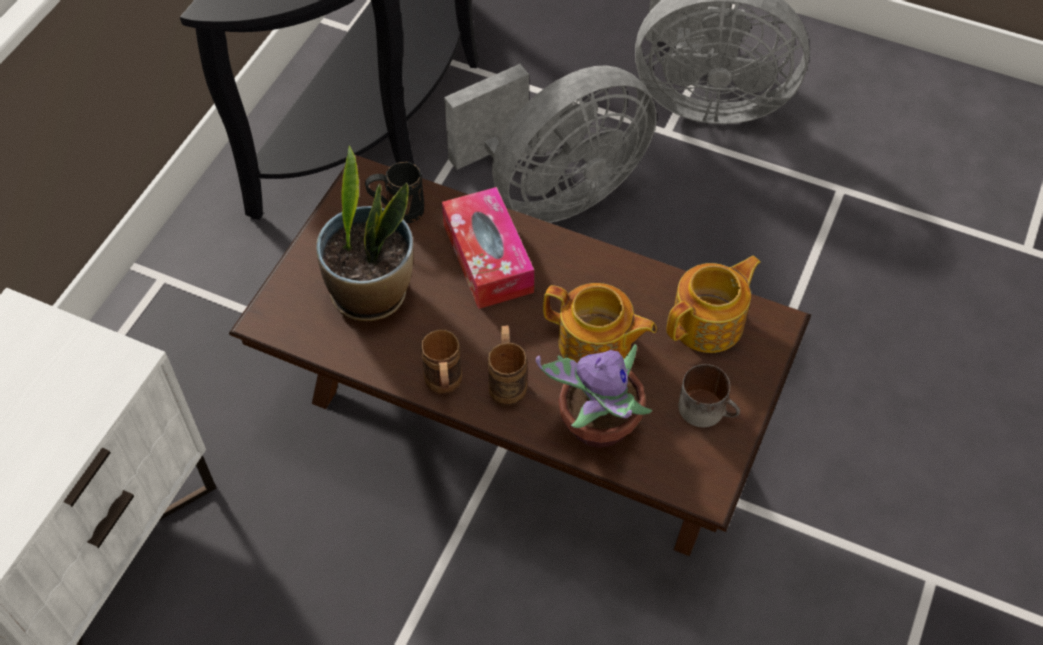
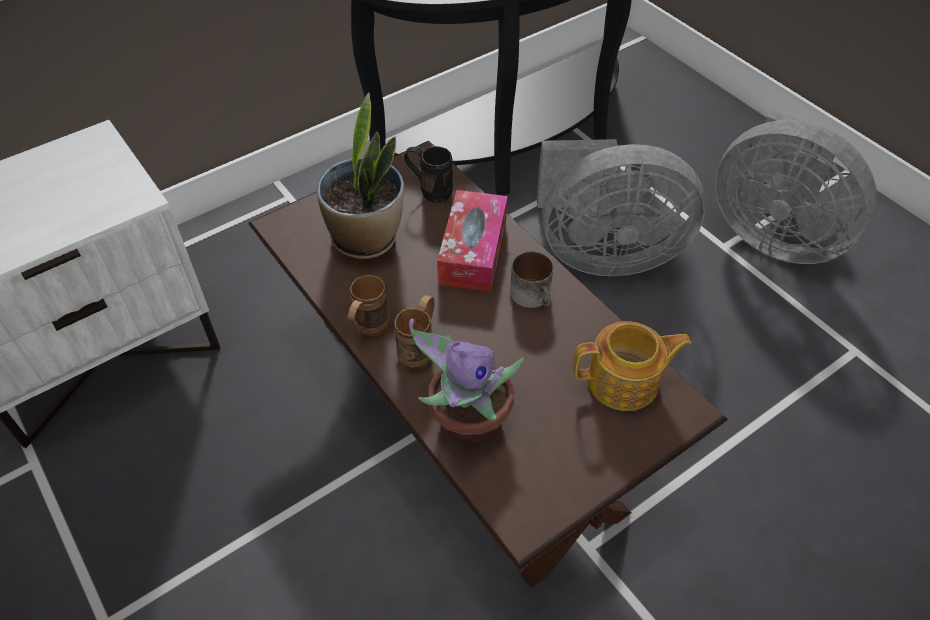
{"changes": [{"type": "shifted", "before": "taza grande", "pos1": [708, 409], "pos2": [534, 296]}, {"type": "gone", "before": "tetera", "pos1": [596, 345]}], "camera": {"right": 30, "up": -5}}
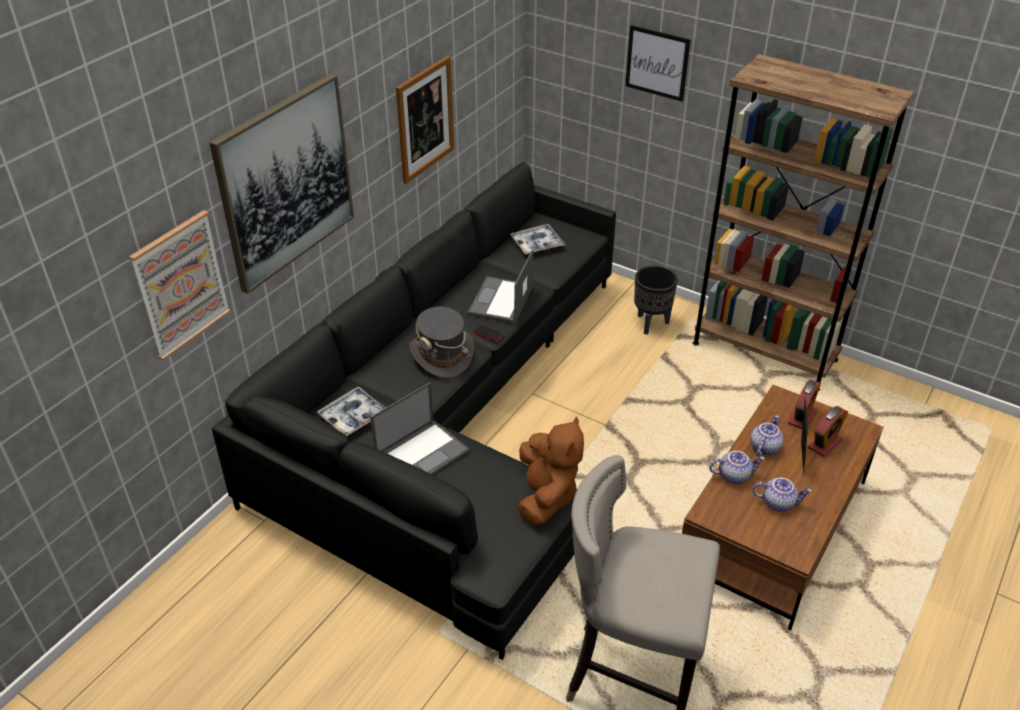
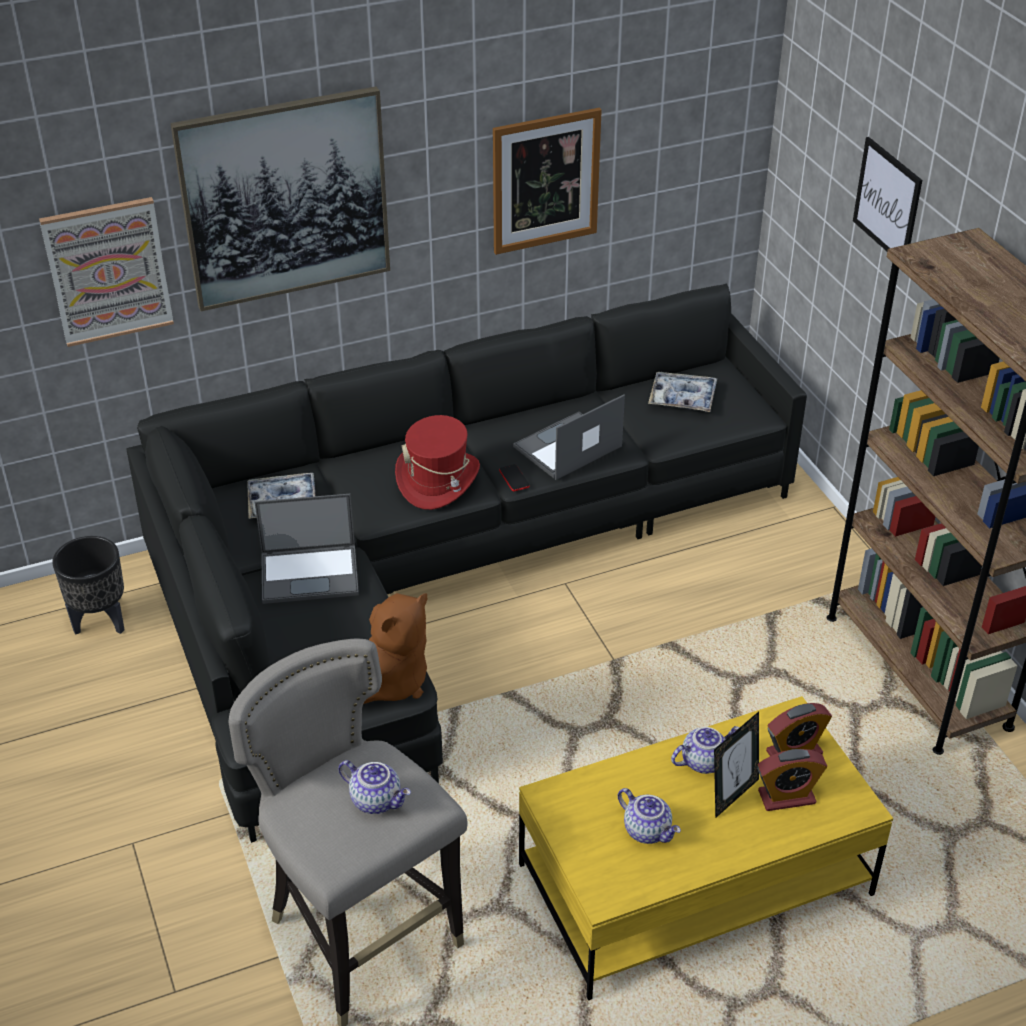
{"changes": [{"type": "shifted", "before": "maceta/negro", "pos1": [651, 324], "pos2": [101, 623]}, {"type": "shifted", "before": "tetera", "pos1": [734, 475], "pos2": [377, 800]}, {"type": "repainted", "before": "sombrero/gris", "after": "sombrero/rojo", "pos1": [442, 355], "pos2": [438, 480]}, {"type": "repainted", "before": "mesa de centro/marrón", "after": "mesa de centro/amarillo", "pos1": [773, 527], "pos2": [695, 880]}], "camera": {"right": 35, "up": 0}}
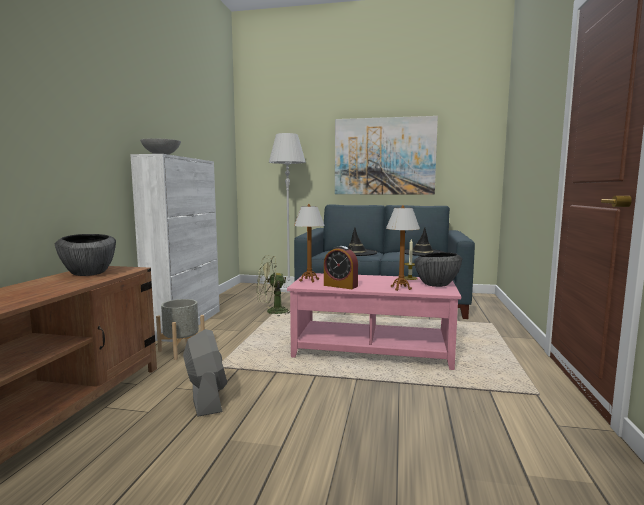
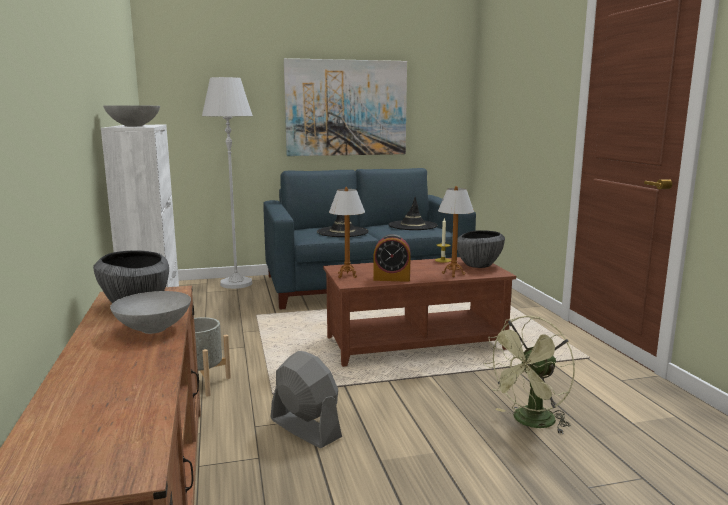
{"changes": [{"type": "new", "after": "cuenco/gris", "pos2": [152, 329]}, {"type": "repainted", "before": "mesa de centro/rosa", "after": "mesa de centro/marrón", "pos1": [372, 350], "pos2": [415, 343]}, {"type": "shifted", "before": "ventilador/verde", "pos1": [272, 312], "pos2": [529, 422]}], "camera": {"right": -25, "up": 5}}
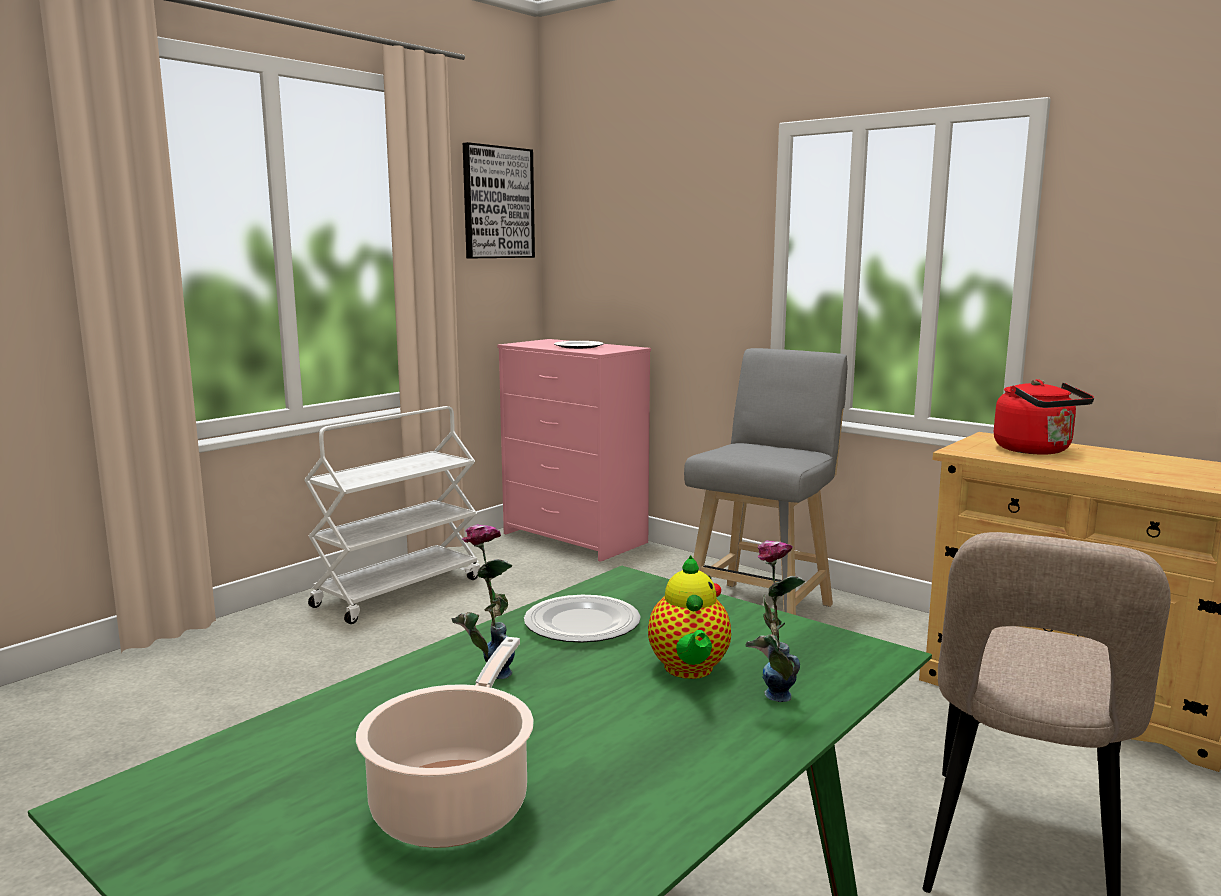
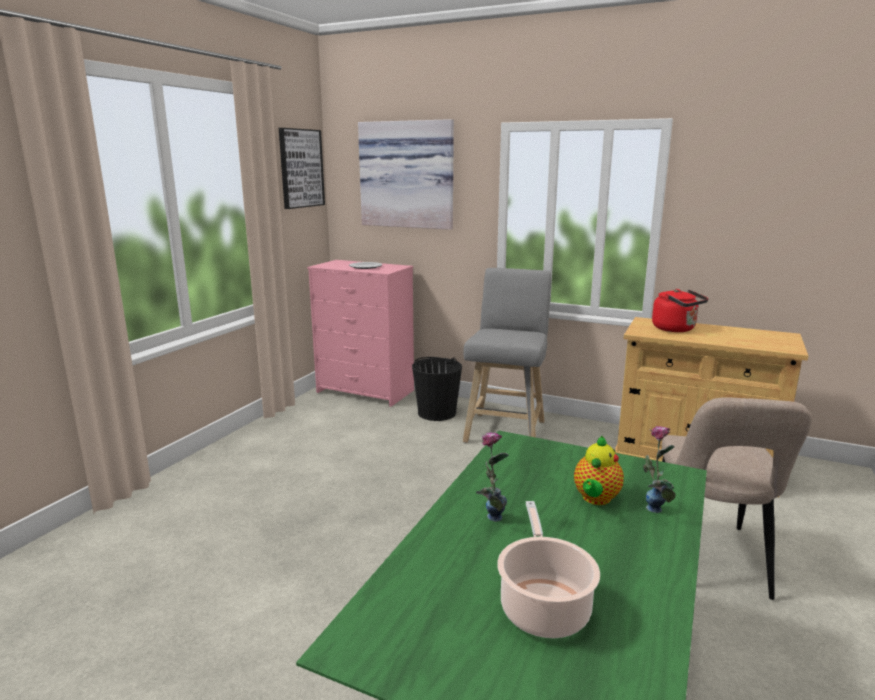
{"changes": [{"type": "new", "after": "cuadro", "pos2": [408, 175]}, {"type": "new", "after": "cubo/negro", "pos2": [436, 413]}, {"type": "rotated", "before": "tetera", "pos1": [689, 670], "pos2": [595, 499], "turn": 45}, {"type": "gone", "before": "carrito/blanco", "pos1": [398, 591]}, {"type": "gone", "before": "plato", "pos1": [581, 623]}], "camera": {"right": -15, "up": 5}}
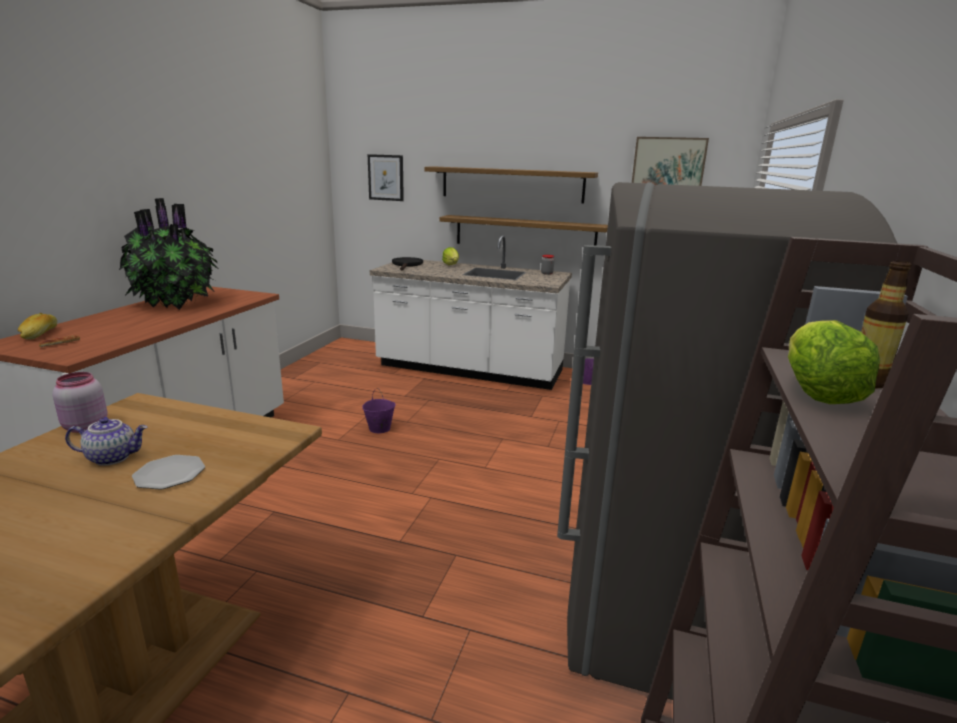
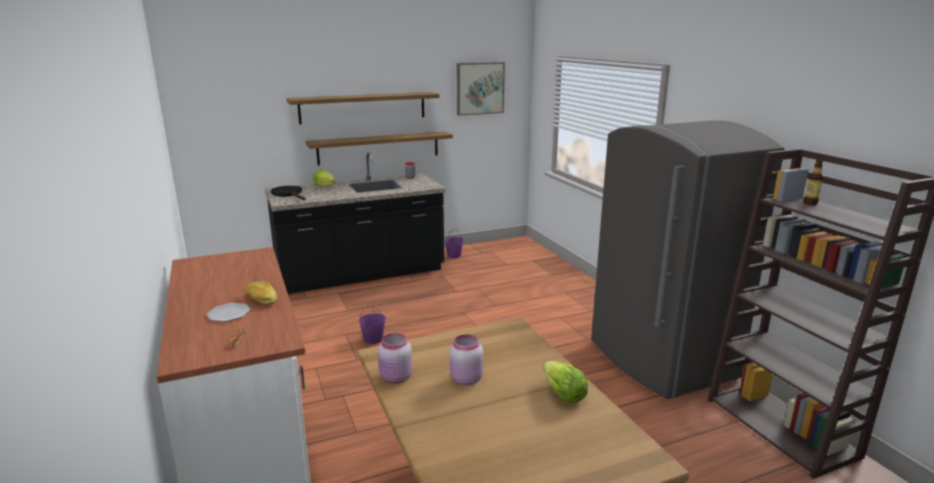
{"changes": [{"type": "shifted", "before": "plato", "pos1": [169, 474], "pos2": [228, 314]}, {"type": "shifted", "before": "pan", "pos1": [40, 334], "pos2": [261, 300]}, {"type": "repainted", "before": "mueble bajo de cocina/blanco", "after": "mueble bajo de cocina/negro", "pos1": [469, 369], "pos2": [361, 274]}, {"type": "swapped", "before": "tetera", "after": "tarro/rosa", "pos1": [113, 457], "pos2": [465, 379]}, {"type": "shifted", "before": "lechuga", "pos1": [816, 393], "pos2": [563, 395]}, {"type": "gone", "before": "planta en maceta", "pos1": [176, 303]}, {"type": "gone", "before": "cuadro", "pos1": [386, 177]}], "camera": {"right": -40, "up": 0}}
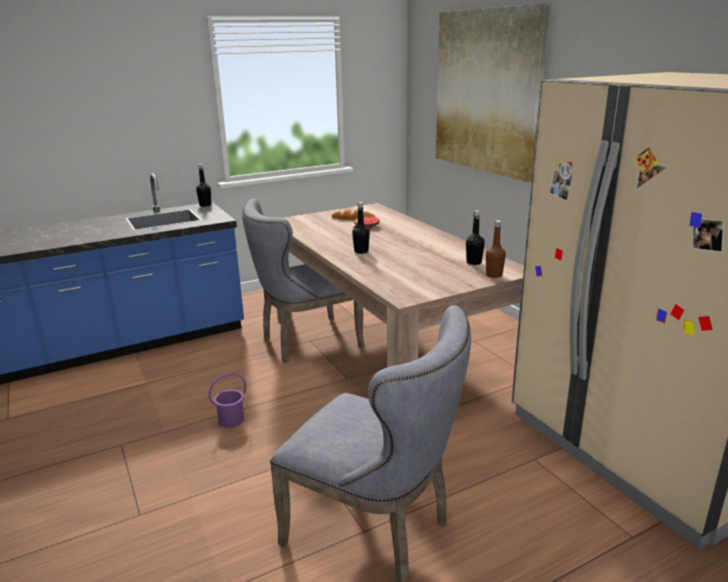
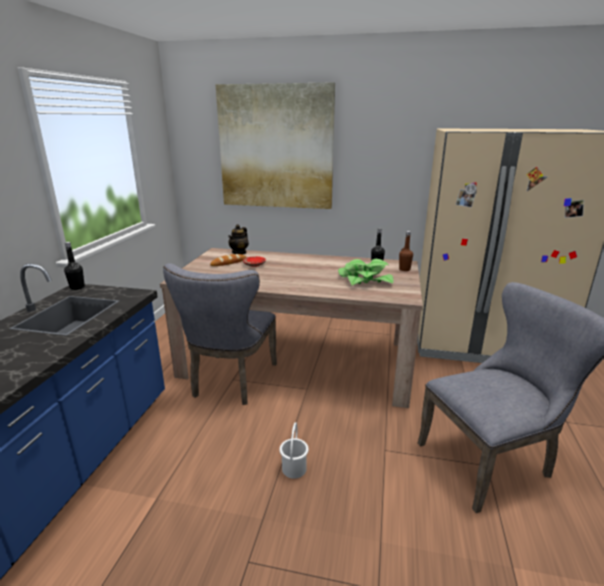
{"changes": [{"type": "new", "after": "tetera", "pos2": [239, 252]}, {"type": "repainted", "before": "cubo/morado", "after": "cubo/blanco", "pos1": [231, 420], "pos2": [293, 469]}, {"type": "new", "after": "planta en maceta", "pos2": [364, 280]}, {"type": "gone", "before": "botella/negro", "pos1": [361, 251]}], "camera": {"right": -50, "up": 0}}
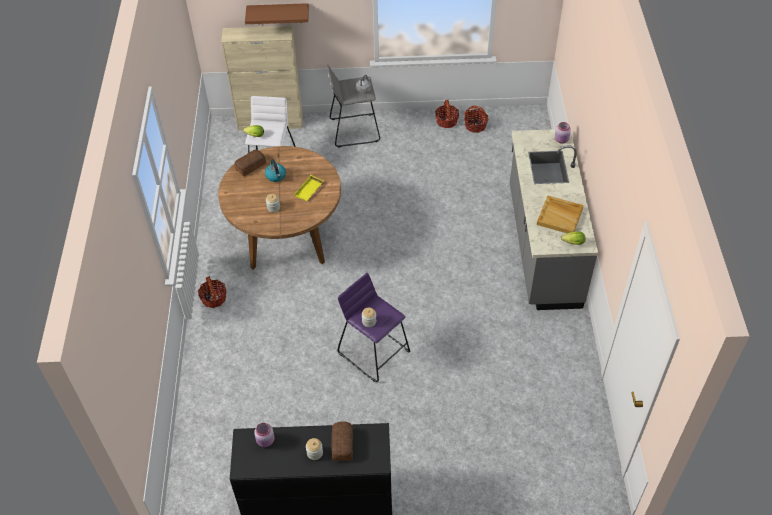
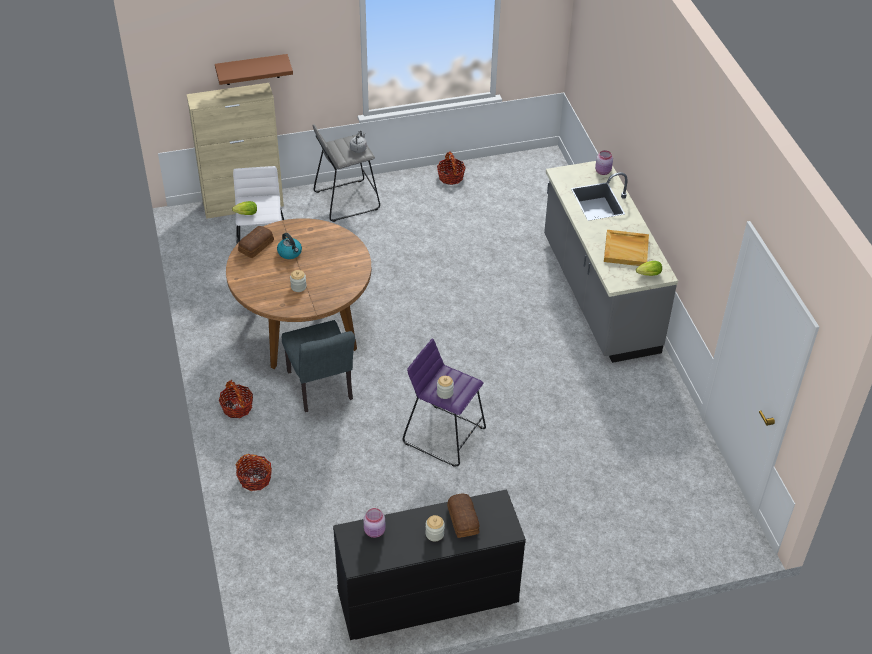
{"changes": [{"type": "shifted", "before": "cesta", "pos1": [475, 125], "pos2": [255, 479]}, {"type": "new", "after": "silla/gris", "pos2": [321, 389]}, {"type": "gone", "before": "bandeja/amarillo", "pos1": [309, 191]}], "camera": {"right": -15, "up": -5}}
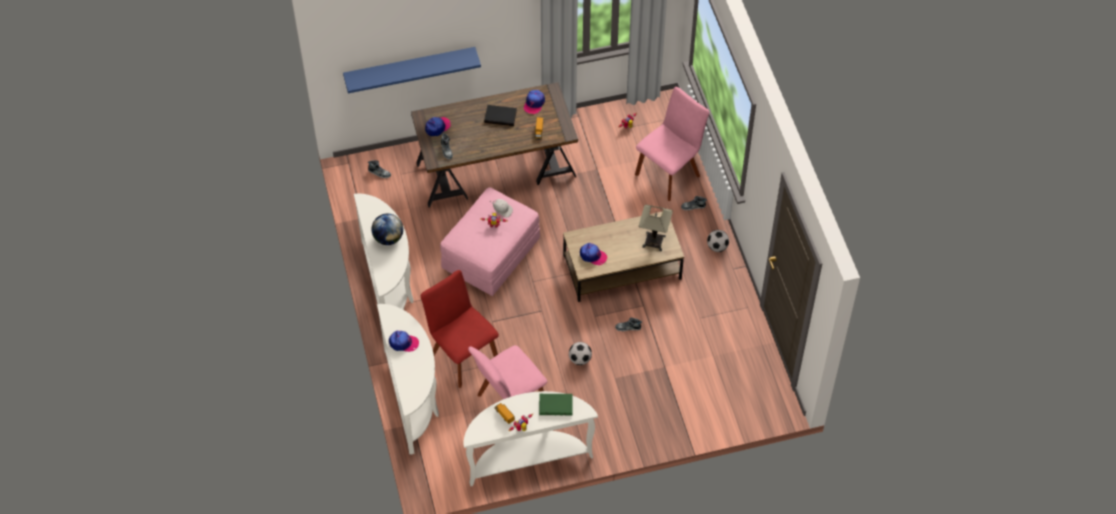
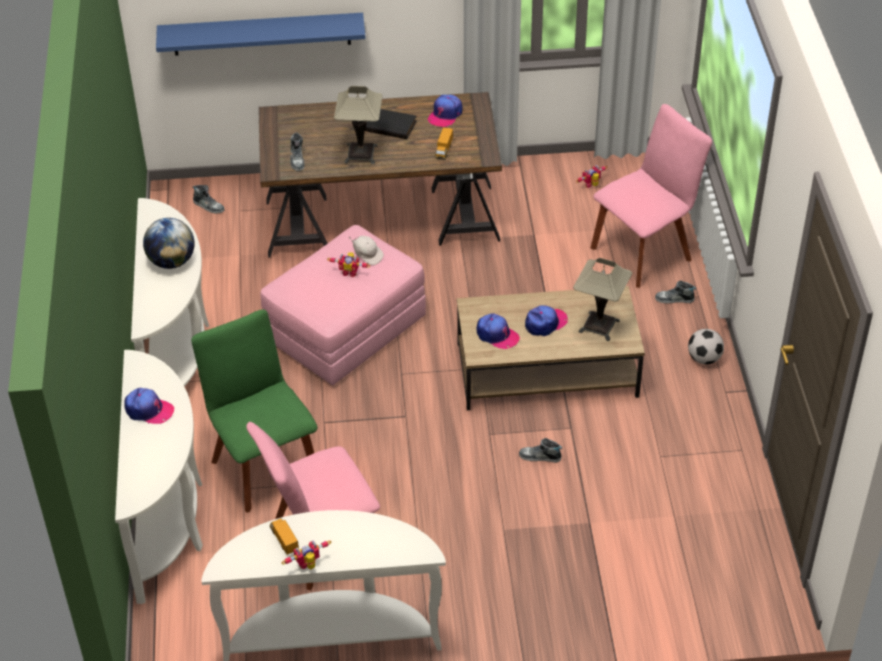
{"changes": [{"type": "repainted", "before": "silla/rojo", "after": "silla/verde", "pos1": [462, 355], "pos2": [264, 465]}, {"type": "new", "after": "lámpara de mesa", "pos2": [360, 153]}, {"type": "shifted", "before": "gorra", "pos1": [437, 127], "pos2": [545, 323]}, {"type": "gone", "before": "libro/verde", "pos1": [556, 405]}, {"type": "gone", "before": "balón de fútbol", "pos1": [580, 359]}], "camera": {"right": 10, "up": -10}}
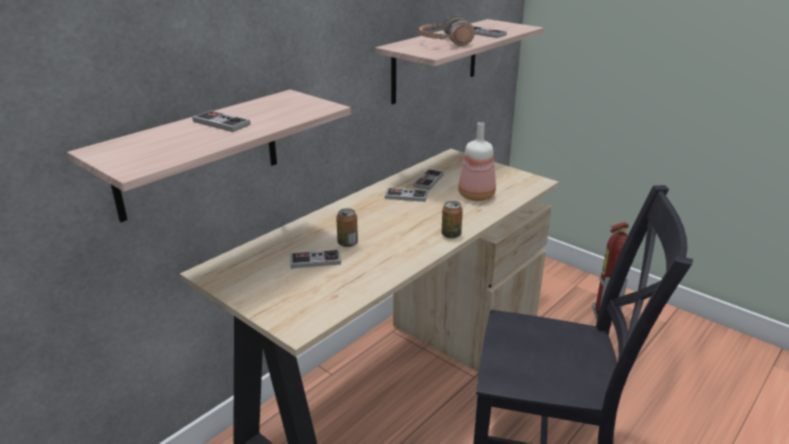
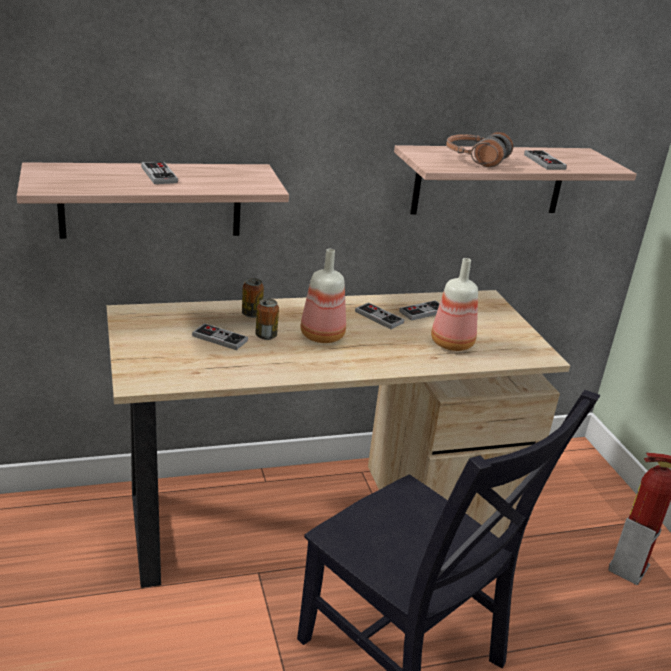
{"changes": [{"type": "shifted", "before": "lata", "pos1": [451, 235], "pos2": [252, 314]}, {"type": "new", "after": "botella", "pos2": [323, 337]}], "camera": {"right": 30, "up": 0}}
